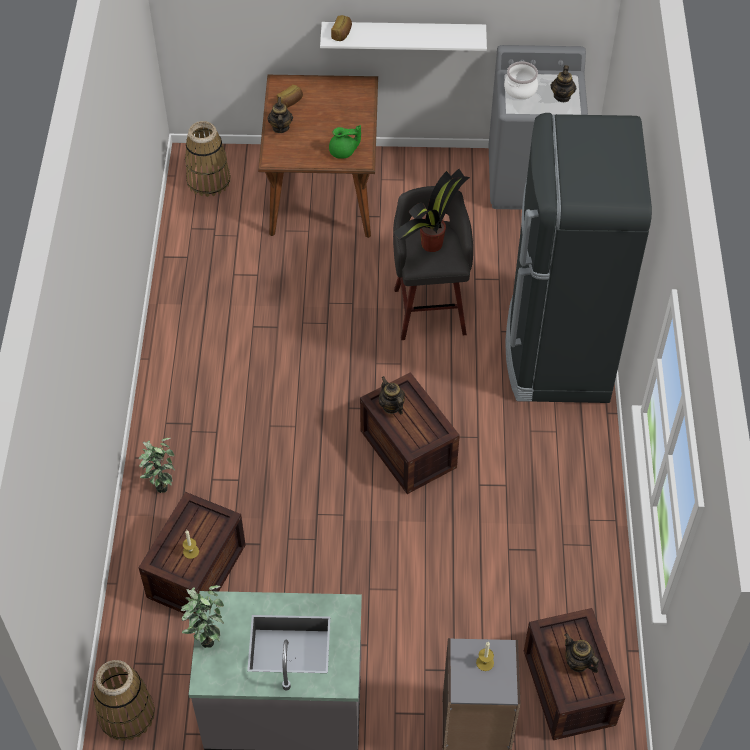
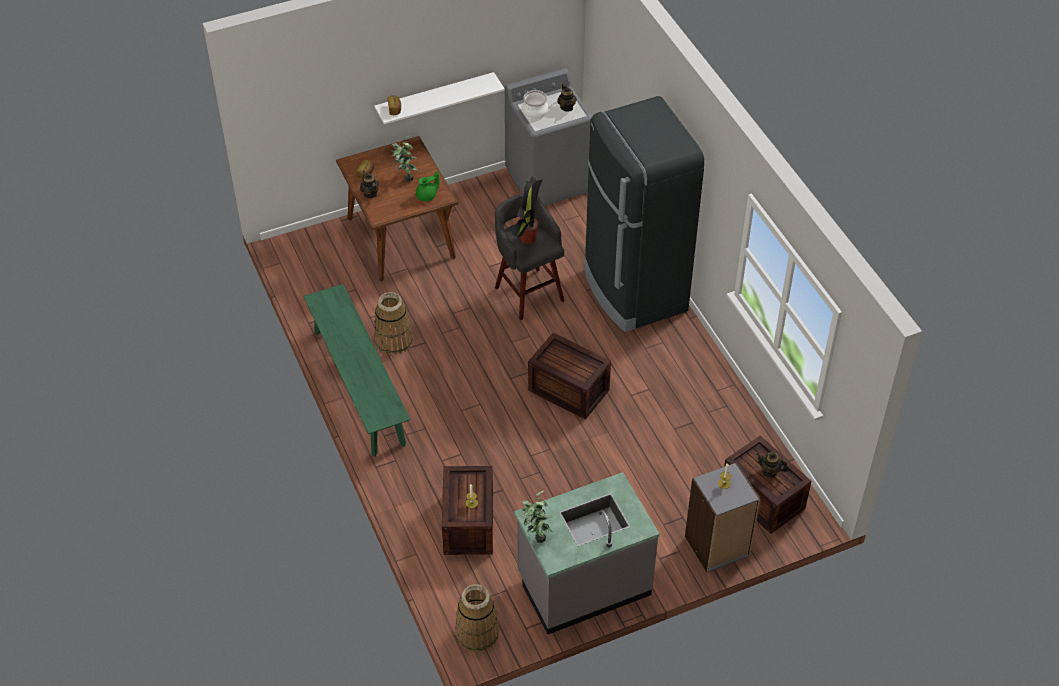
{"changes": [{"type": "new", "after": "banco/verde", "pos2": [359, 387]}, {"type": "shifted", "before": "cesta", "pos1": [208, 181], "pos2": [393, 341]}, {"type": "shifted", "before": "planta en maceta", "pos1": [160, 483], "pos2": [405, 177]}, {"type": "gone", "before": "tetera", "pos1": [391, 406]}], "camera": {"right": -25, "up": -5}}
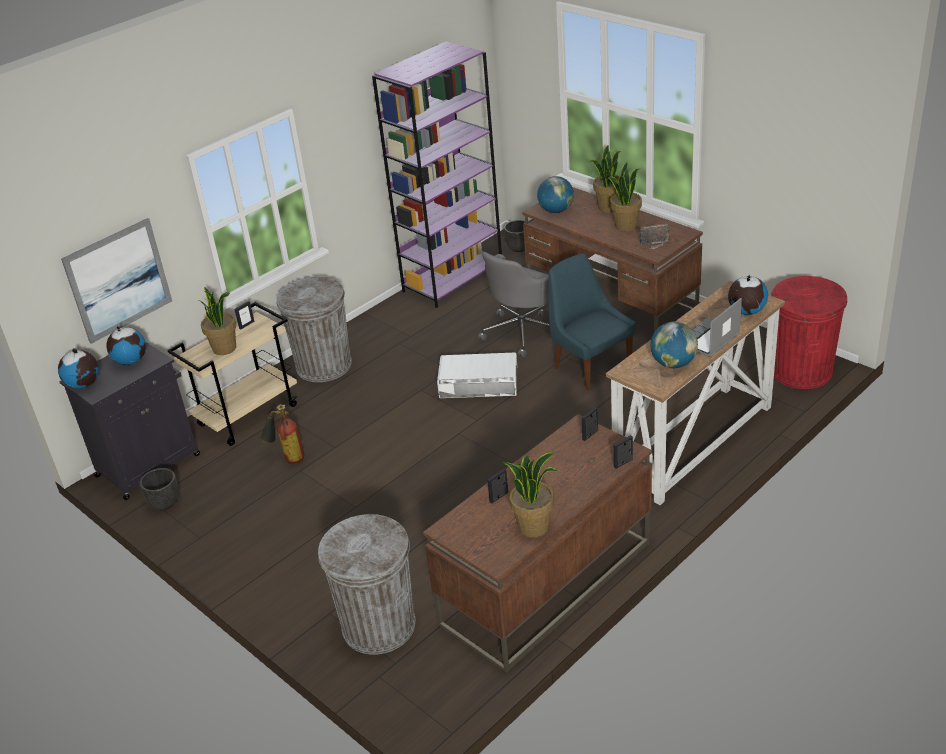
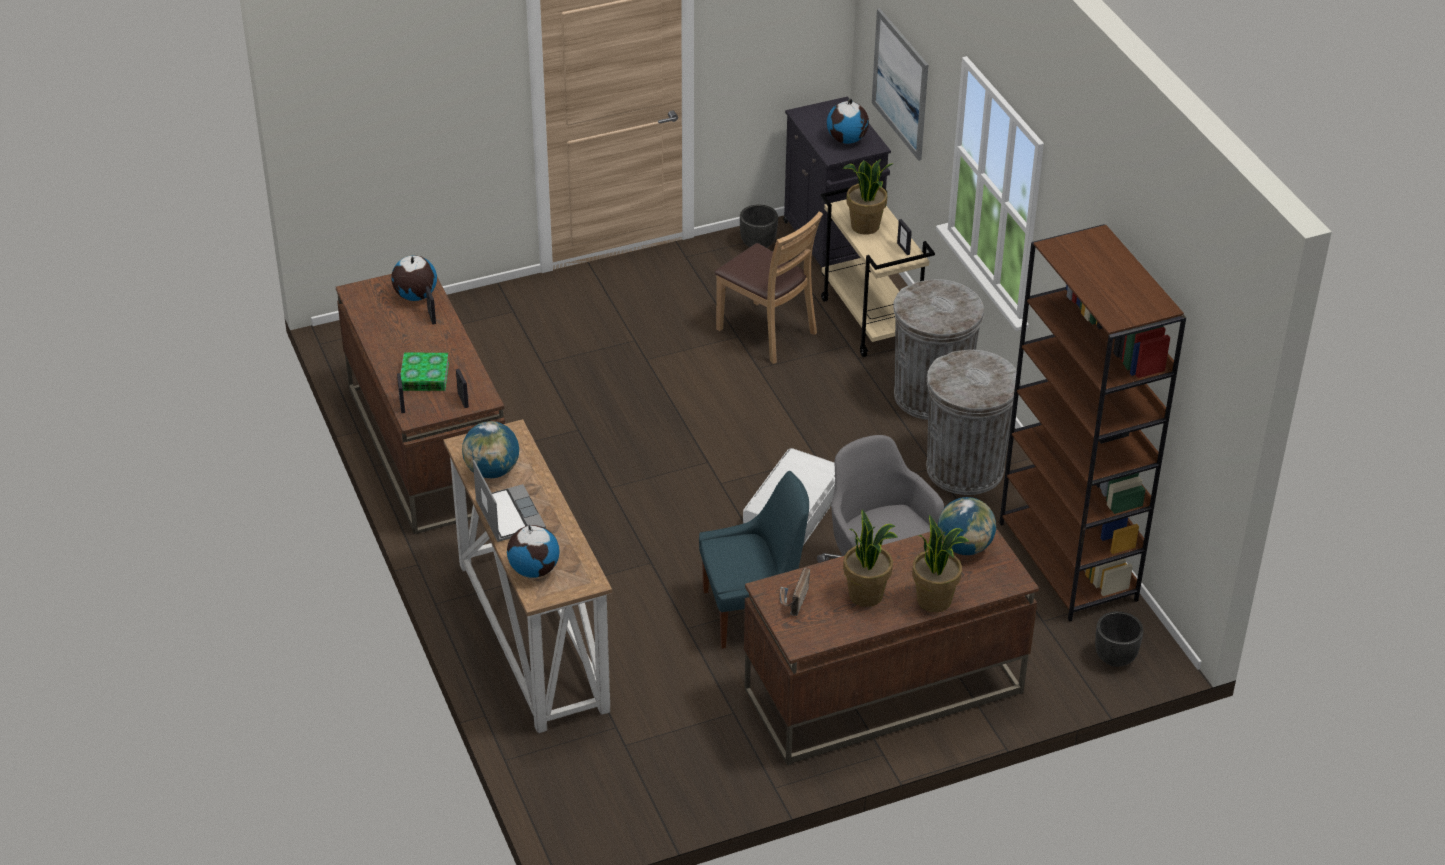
{"changes": [{"type": "shifted", "before": "globo terráqueo", "pos1": [84, 384], "pos2": [415, 296]}, {"type": "new", "after": "libro", "pos2": [424, 376]}, {"type": "swapped", "before": "extintor", "after": "silla/marrón", "pos1": [287, 458], "pos2": [767, 332]}, {"type": "shifted", "before": "papelera/gris", "pos1": [379, 625], "pos2": [965, 469]}, {"type": "repainted", "before": "estantería/morado", "after": "estantería/marrón", "pos1": [453, 279], "pos2": [1068, 562]}, {"type": "gone", "before": "planta en maceta", "pos1": [534, 526]}, {"type": "gone", "before": "papelera/rojo", "pos1": [801, 371]}], "camera": {"right": 110, "up": 5}}
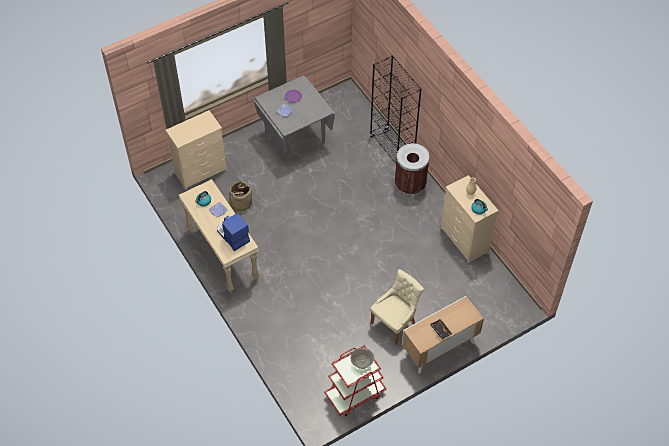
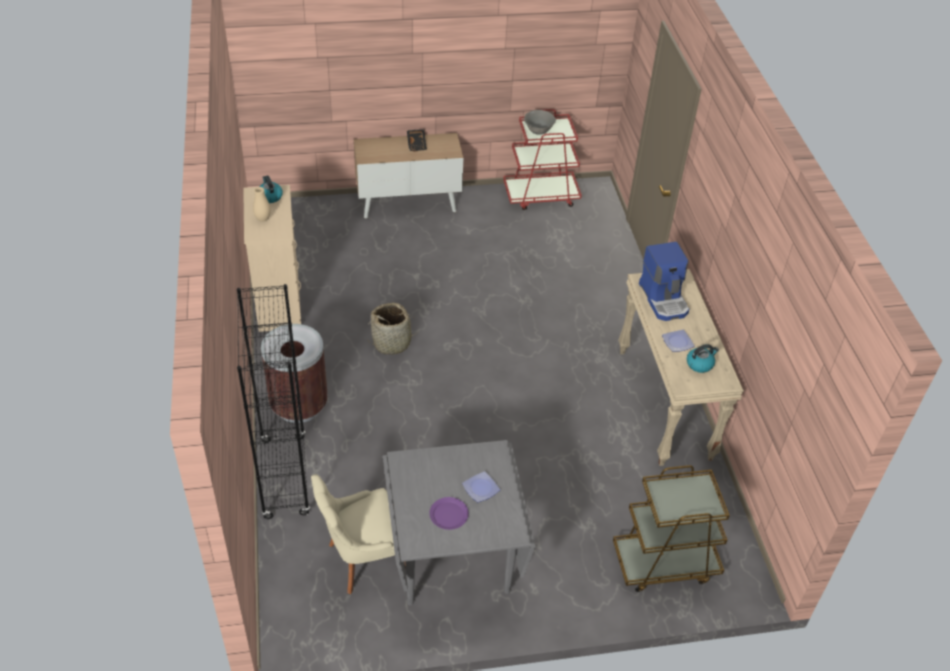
{"changes": [{"type": "shifted", "before": "silla/beis", "pos1": [395, 323], "pos2": [363, 560]}, {"type": "shifted", "before": "cesta", "pos1": [240, 203], "pos2": [392, 343]}, {"type": "swapped", "before": "cómoda/beis", "after": "carrito/marrón", "pos1": [201, 172], "pos2": [664, 563]}], "camera": {"right": -160, "up": -10}}
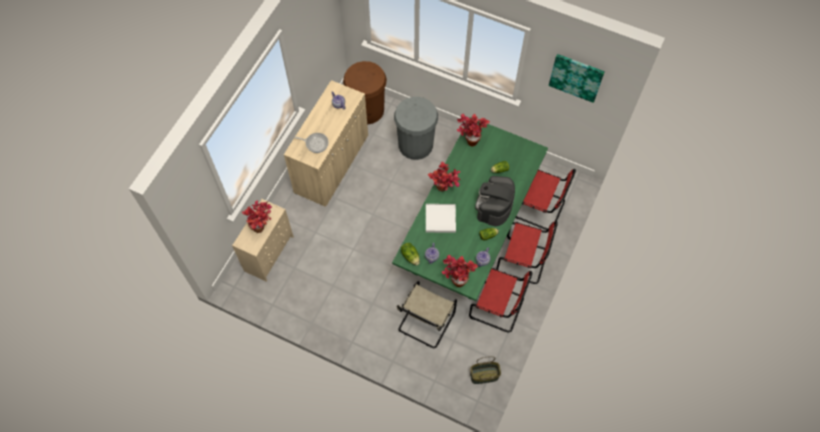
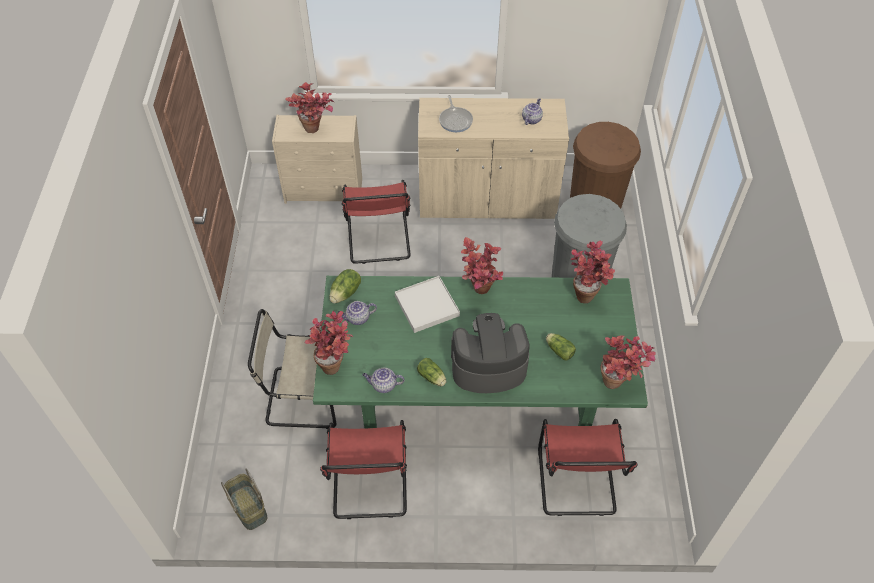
{"changes": [{"type": "shifted", "before": "silla/rojo", "pos1": [524, 261], "pos2": [379, 240]}, {"type": "new", "after": "planta en maceta", "pos2": [619, 383]}, {"type": "gone", "before": "cuadro", "pos1": [576, 77]}], "camera": {"right": 65, "up": -10}}
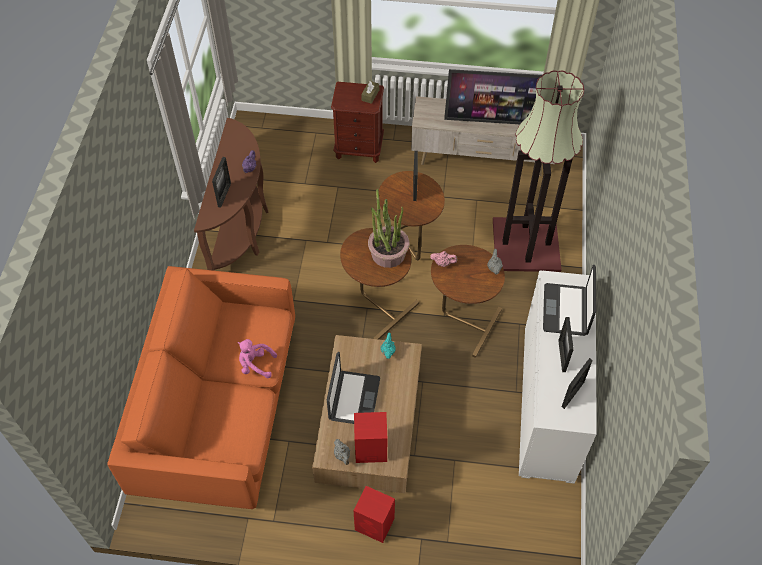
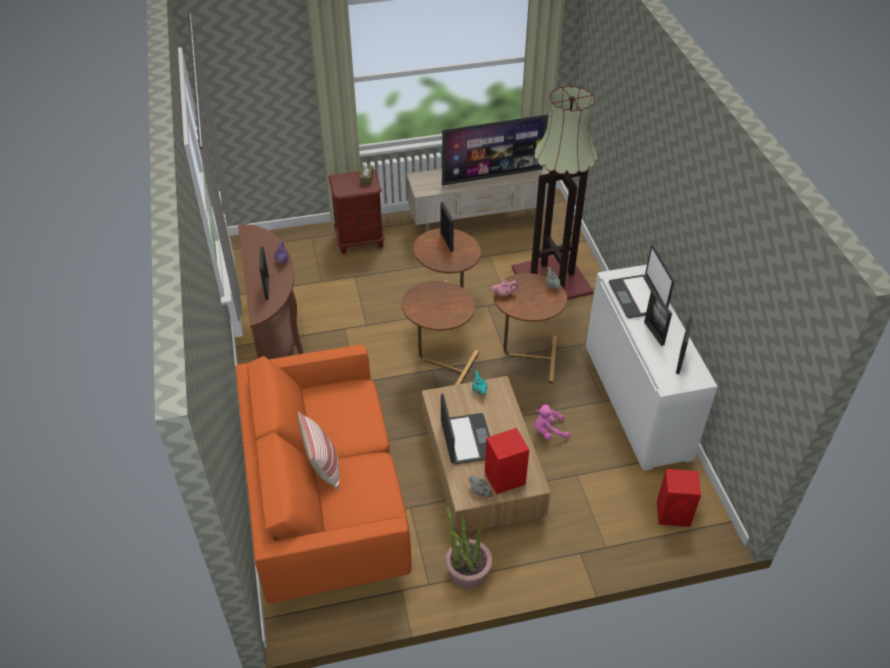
{"changes": [{"type": "new", "after": "cojín", "pos2": [323, 467]}, {"type": "shifted", "before": "planta en maceta", "pos1": [388, 253], "pos2": [467, 570]}, {"type": "shifted", "before": "peluche/rosa", "pos1": [255, 365], "pos2": [548, 431]}, {"type": "shifted", "before": "altavoz/rojo", "pos1": [375, 524], "pos2": [674, 513]}], "camera": {"right": -20, "up": -10}}
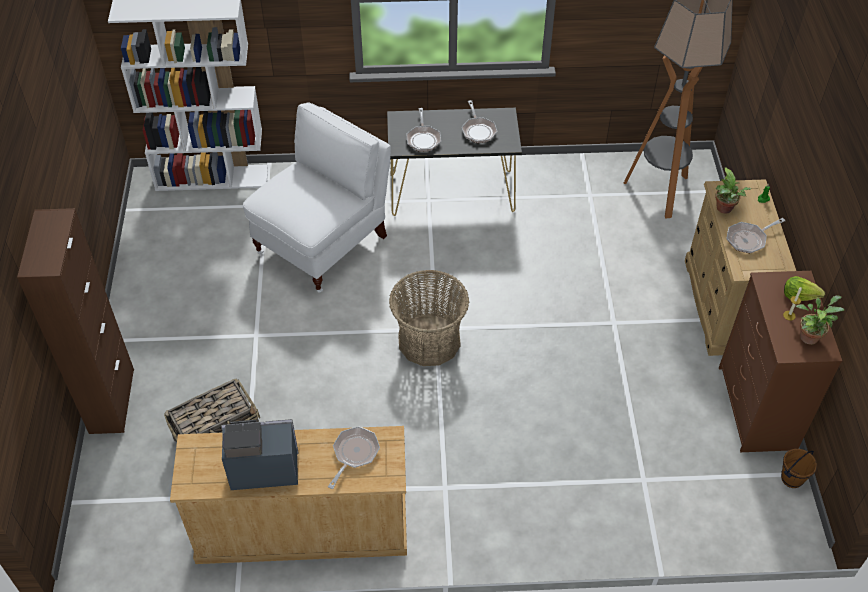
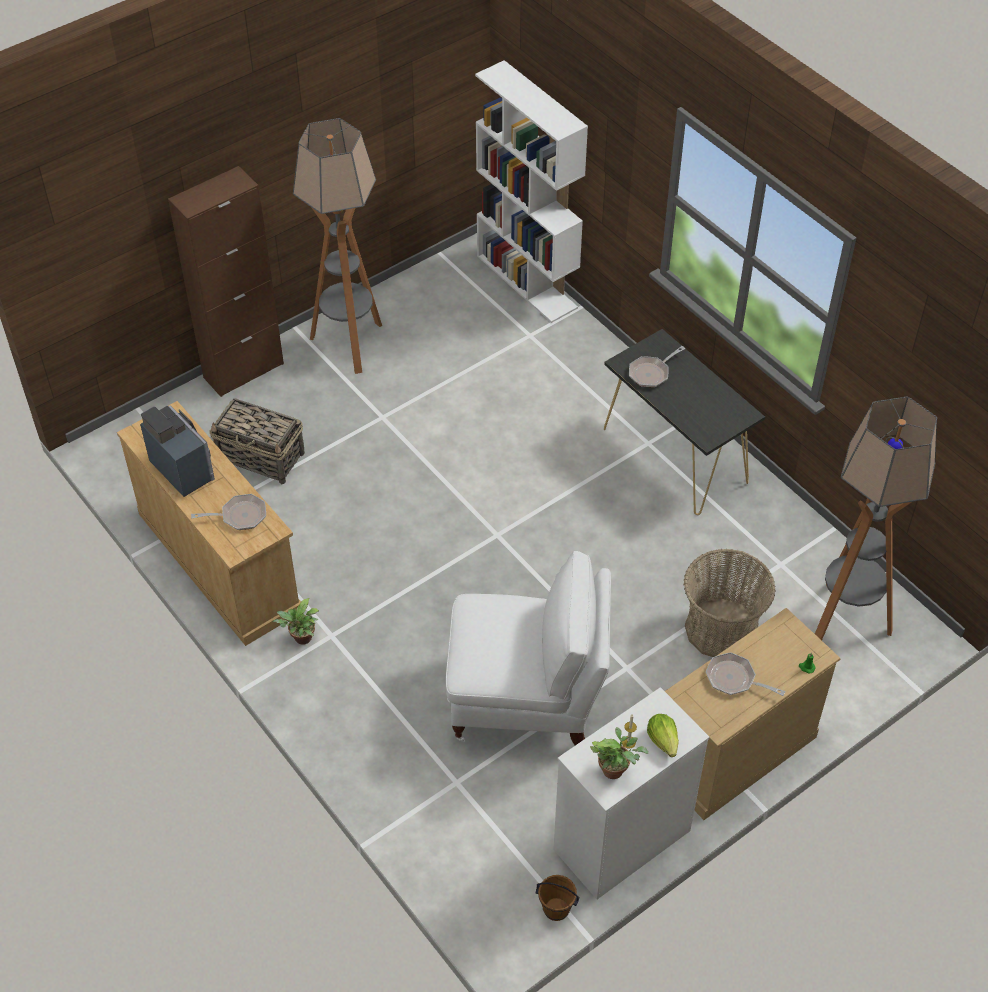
{"changes": [{"type": "shifted", "before": "planta en maceta", "pos1": [725, 209], "pos2": [301, 639]}, {"type": "new", "after": "lámpara de pie", "pos2": [349, 344]}, {"type": "shifted", "before": "silla/blanco", "pos1": [323, 243], "pos2": [526, 700]}, {"type": "repainted", "before": "cómoda/marrón", "after": "cómoda/blanco", "pos1": [757, 408], "pos2": [621, 841]}, {"type": "shifted", "before": "cesta", "pos1": [429, 340], "pos2": [721, 629]}, {"type": "gone", "before": "sartén", "pos1": [478, 130]}], "camera": {"right": 55, "up": 0}}
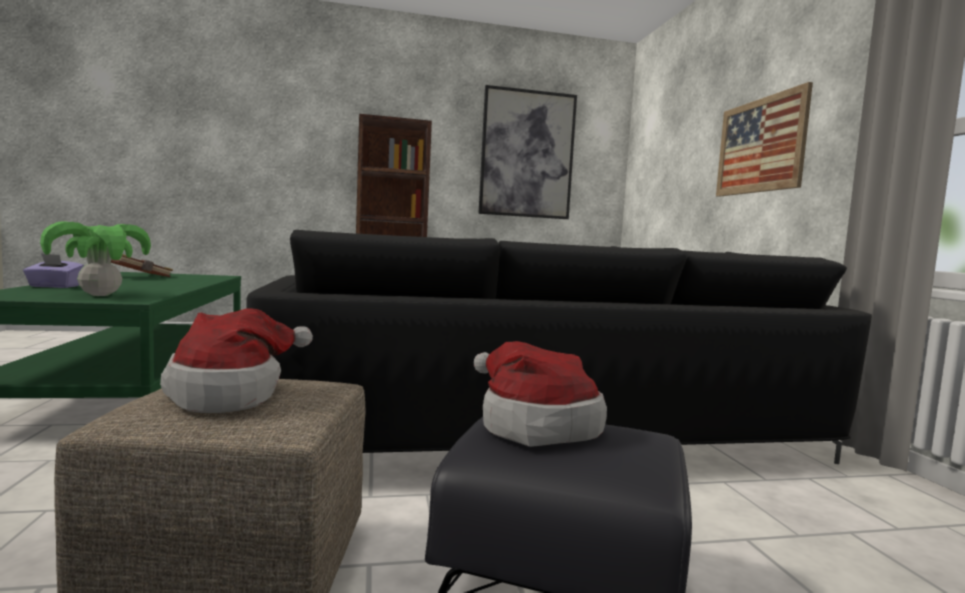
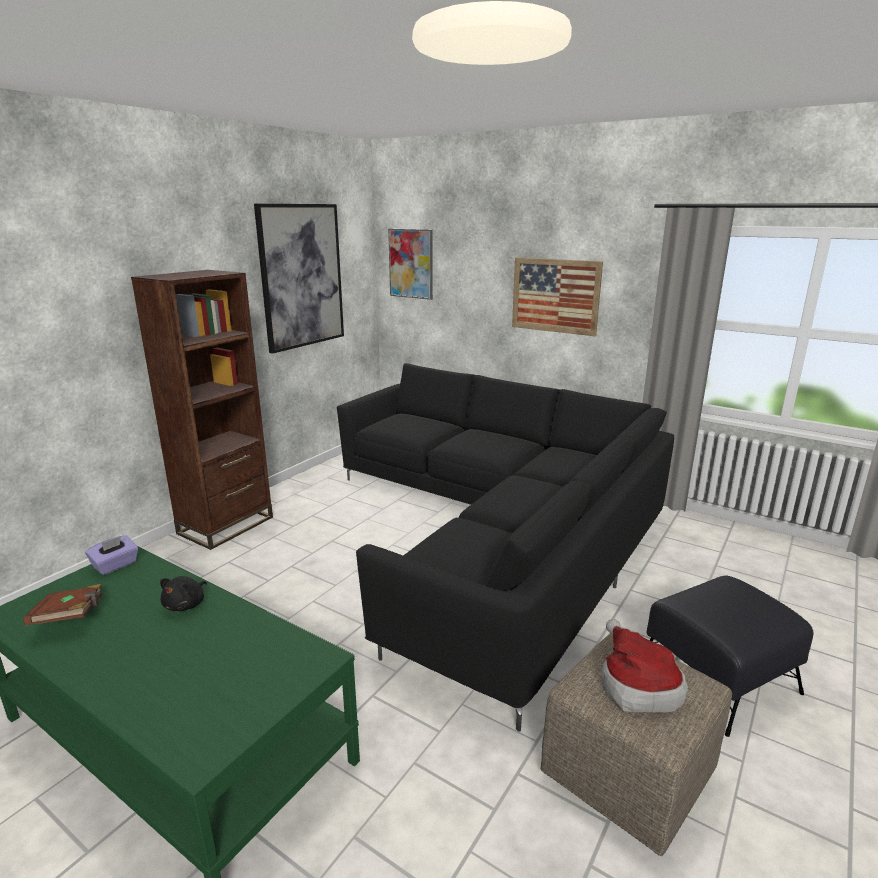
{"changes": [{"type": "shifted", "before": "caja de pañuelos/morado", "pos1": [54, 286], "pos2": [115, 565]}, {"type": "new", "after": "peluche/negro", "pos2": [186, 604]}, {"type": "new", "after": "cuadro", "pos2": [411, 263]}, {"type": "gone", "before": "planta en maceta", "pos1": [100, 295]}, {"type": "gone", "before": "sombrero", "pos1": [533, 425]}], "camera": {"right": -45, "up": 15}}
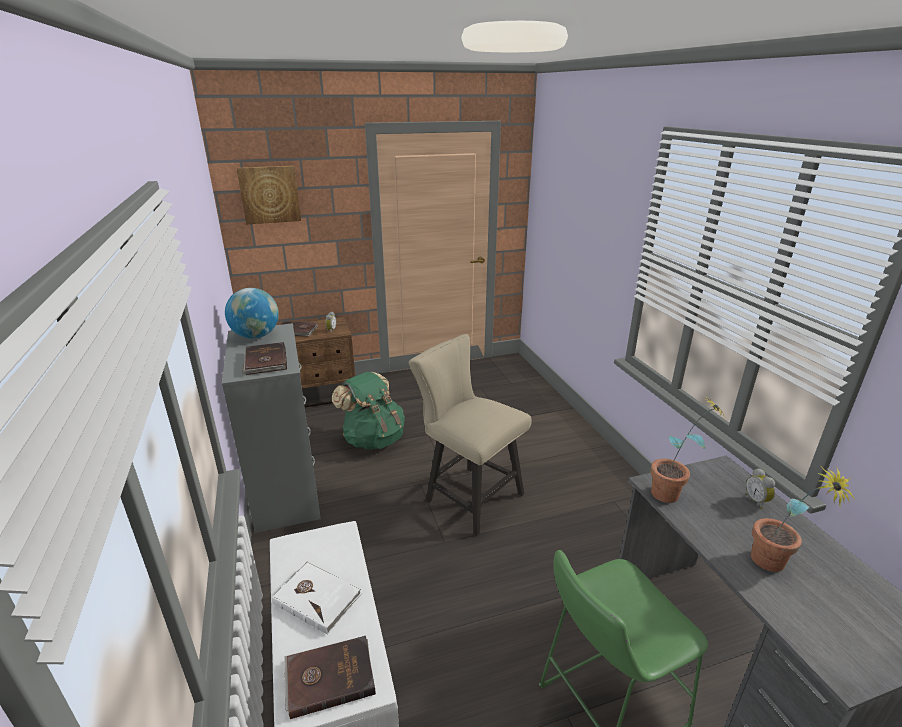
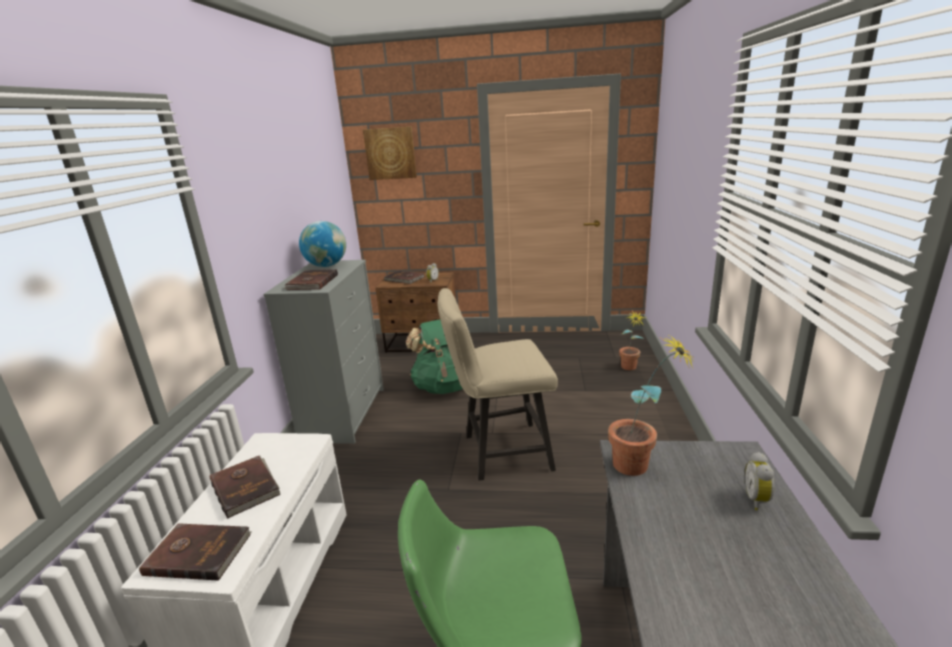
{"changes": [{"type": "repainted", "before": "libro/blanco", "after": "libro/marrón", "pos1": [317, 598], "pos2": [246, 487]}, {"type": "rotated", "before": "silla/beis", "pos1": [468, 495], "pos2": [500, 452], "turn": -75}, {"type": "shifted", "before": "planta en maceta", "pos1": [775, 567], "pos2": [629, 369]}], "camera": {"right": 25, "up": -5}}
